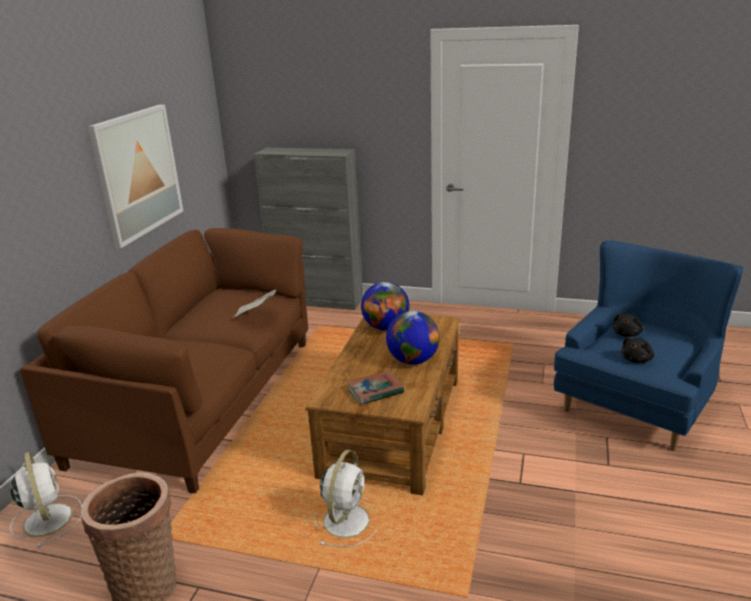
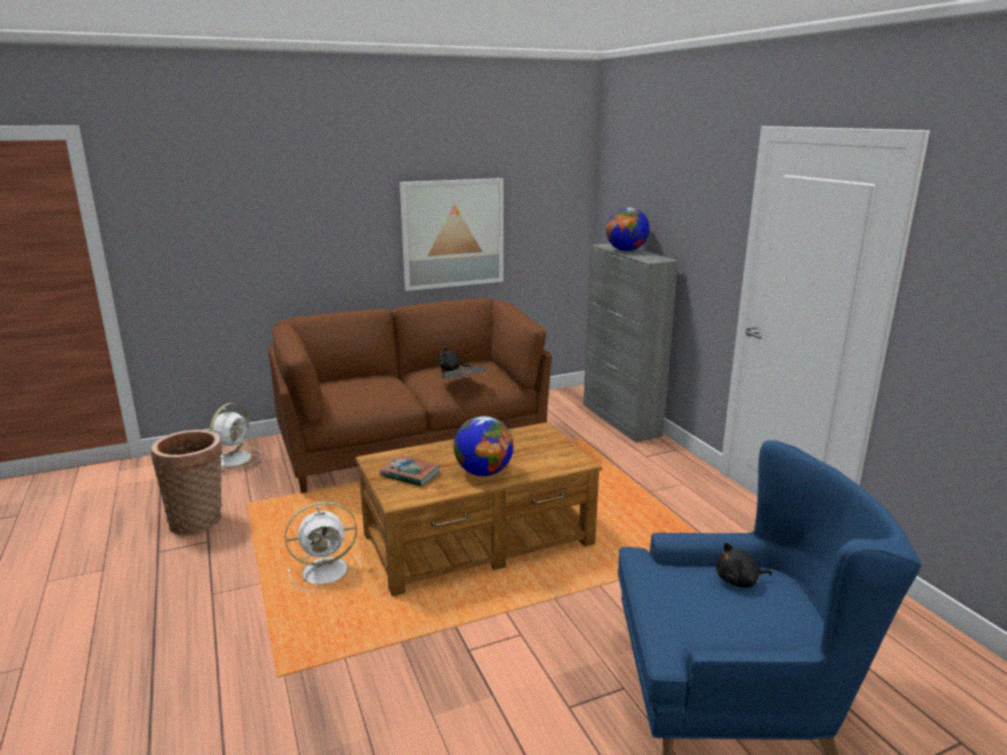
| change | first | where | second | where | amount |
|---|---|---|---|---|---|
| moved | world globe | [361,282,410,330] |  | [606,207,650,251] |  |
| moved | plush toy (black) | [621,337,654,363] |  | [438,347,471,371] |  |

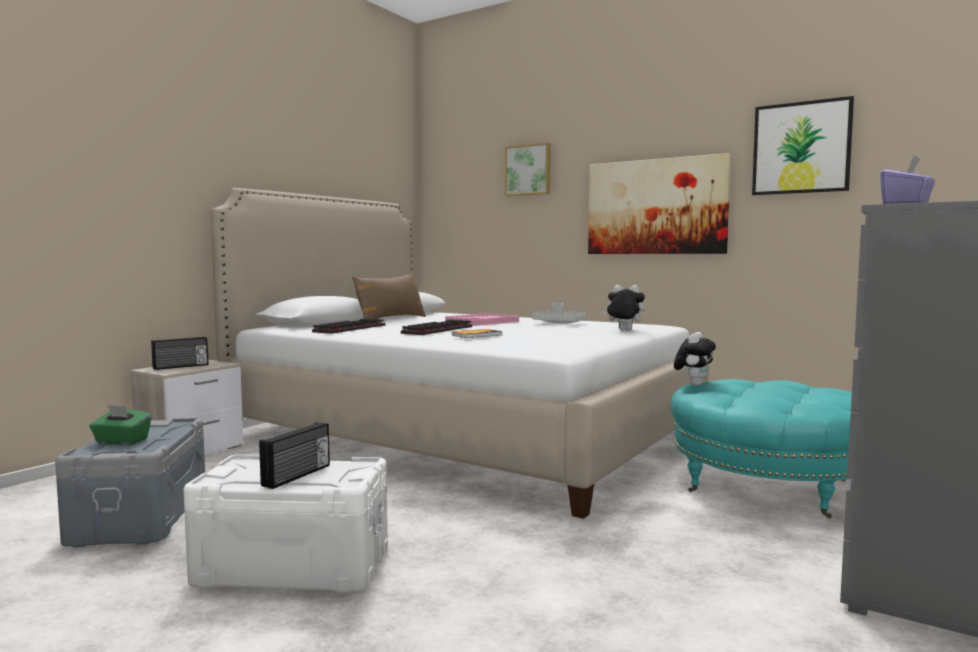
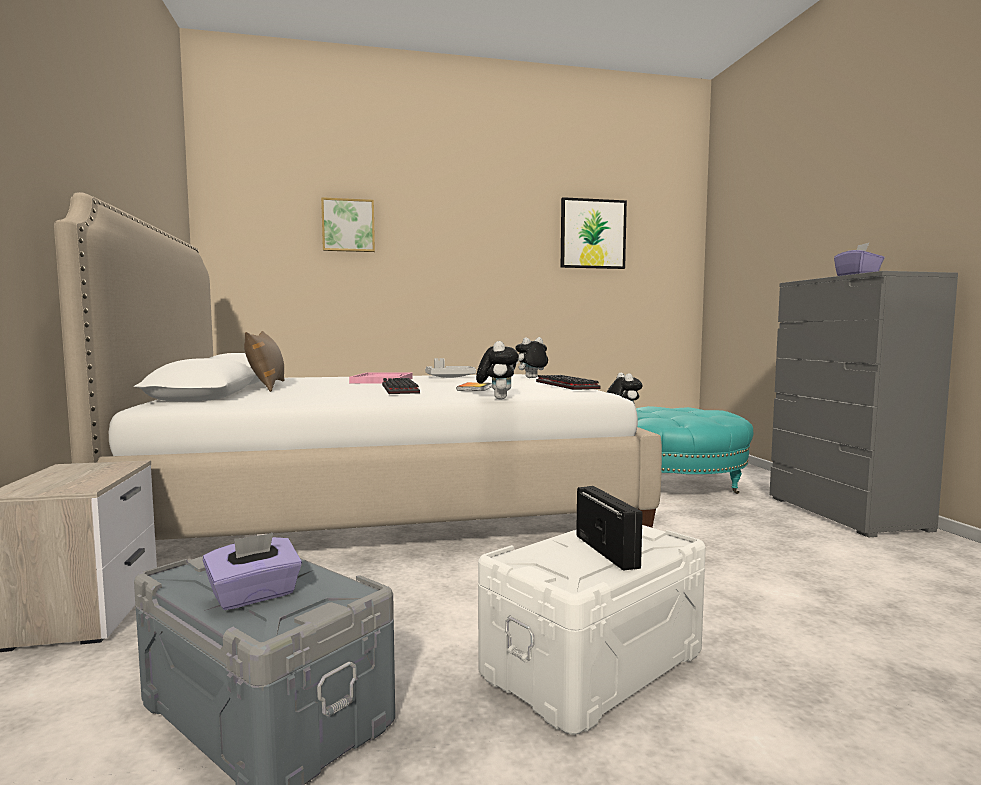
| change | first | where | second | where | amount |
|---|---|---|---|---|---|
| removed | wall picture | [588,153,731,254] |  |  |  |
| moved | computer keyboard | [312,318,385,334] |  | [536,375,601,390] |  |
| removed | radio | [151,337,209,370] |  |  |  |
| recoloured | tissue box (greenish) | [89,405,152,445] | tissue box (purplish) | [203,533,302,610] |  |
| added |  |  | plush toy | [476,341,519,399] |  |

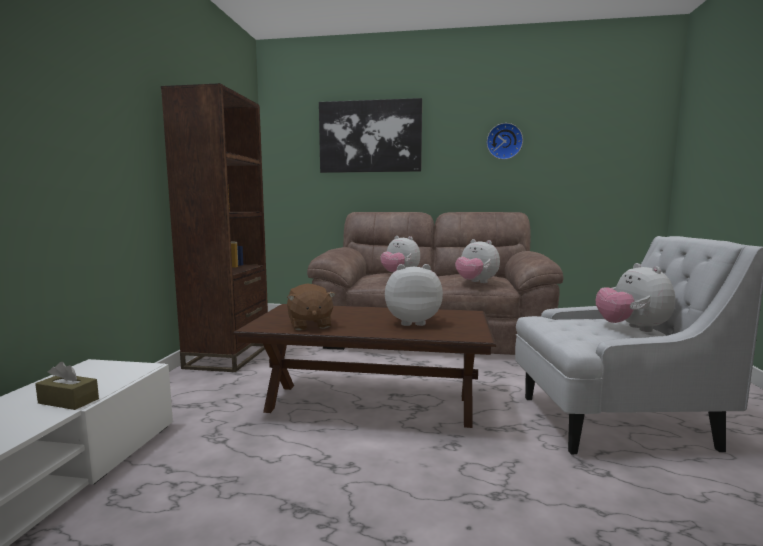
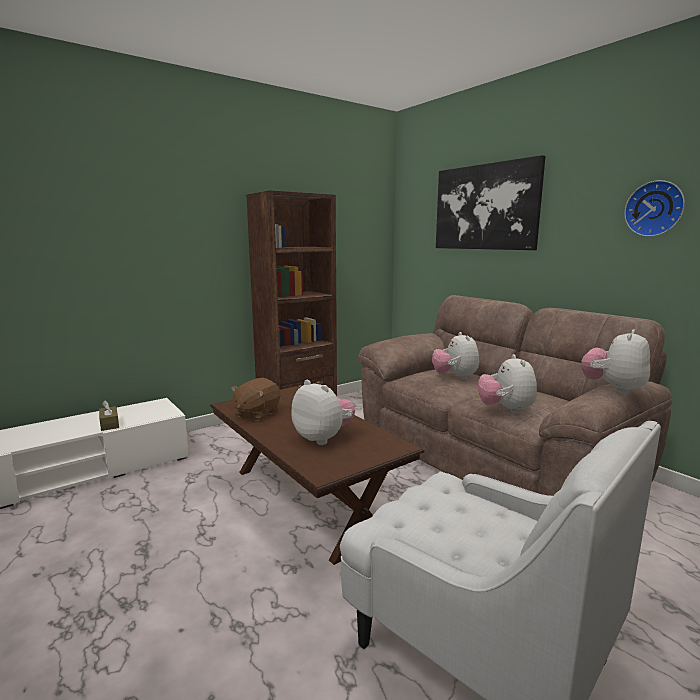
| change | first | where | second | where | amount |
|---|---|---|---|---|---|
| moved | plush toy | [596,263,675,332] |  | [581,329,650,394] |  |

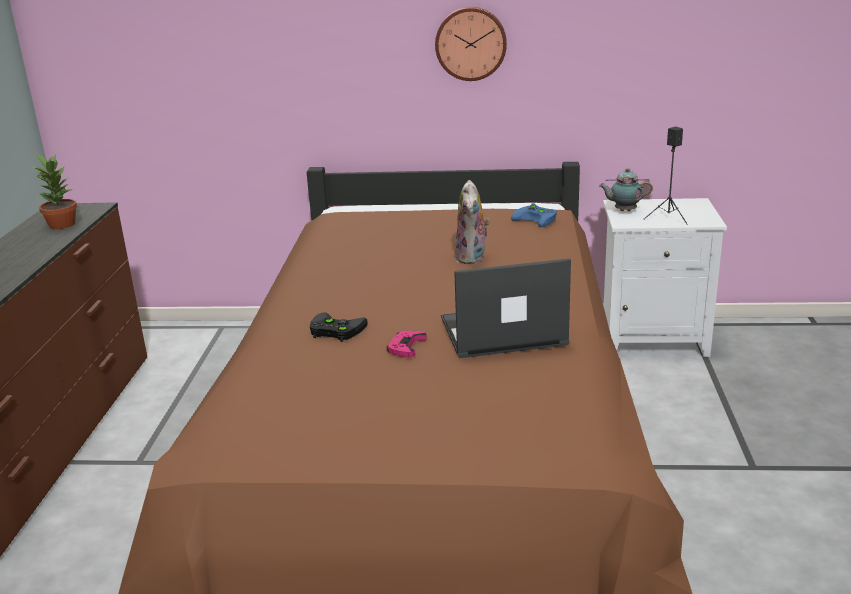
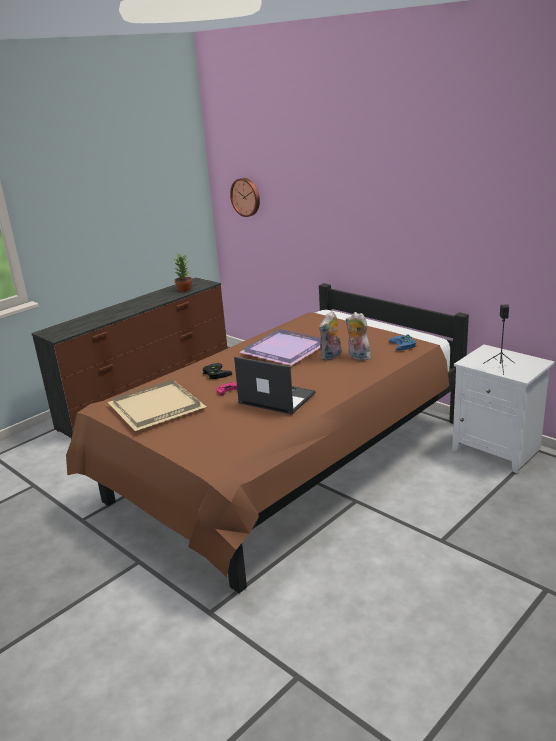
| change | first | where | second | where | amount |
|---|---|---|---|---|---|
| moved | hanging clock | [435,7,507,81] |  | [230,178,260,217] |  |
| removed | pot for tea | [599,168,653,211] |  |  |  |
| added |  |  | plush toy | [345,312,372,361] |  |
| added |  |  | carrying tray (purplish) | [239,329,321,366] |  |
| added |  |  | carrying tray (sand-coloured) | [108,380,206,431] |  |

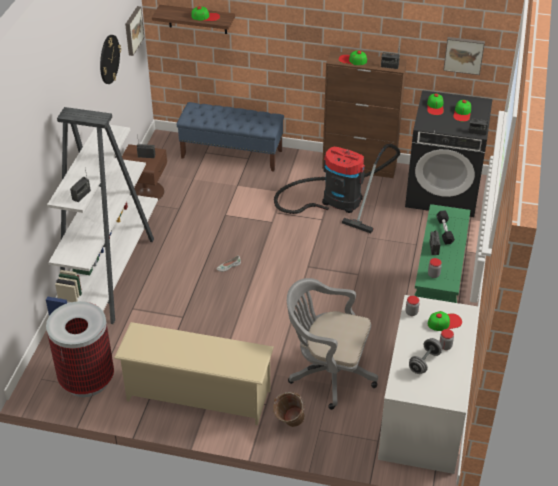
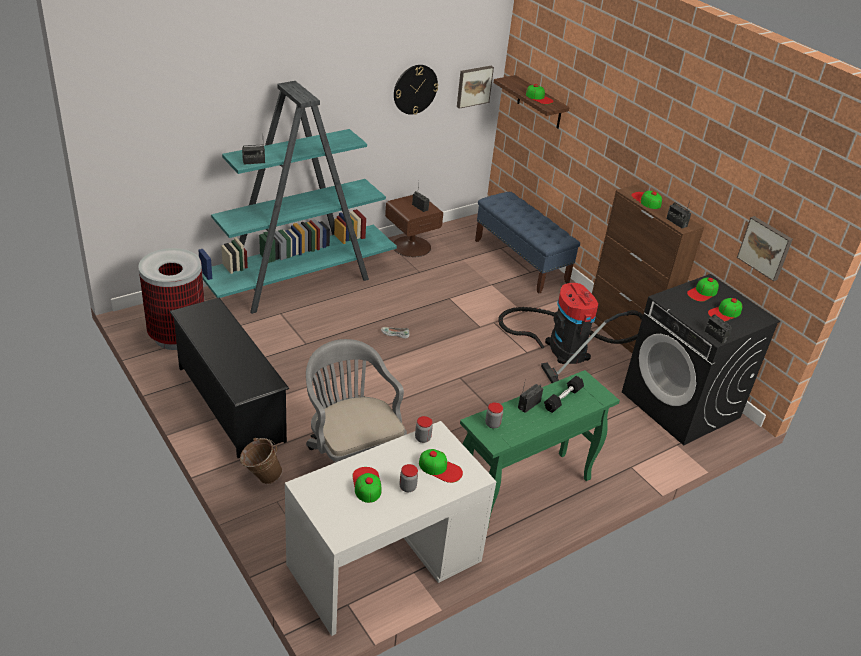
| change | first | where | second | where | amount |
|---|---|---|---|---|---|
| recoloured | bookcase (white) | [46,107,158,324] | bookcase (turquoise) | [198,81,397,314] |  |
| recoloured | shoe shelf (sand-coloured) | [114,322,274,425] | shoe shelf (black) | [169,298,289,458] |  |
| replaced | dumbbell (gray) | [409,338,442,374] | peaked cap | [352,467,381,503] |  |

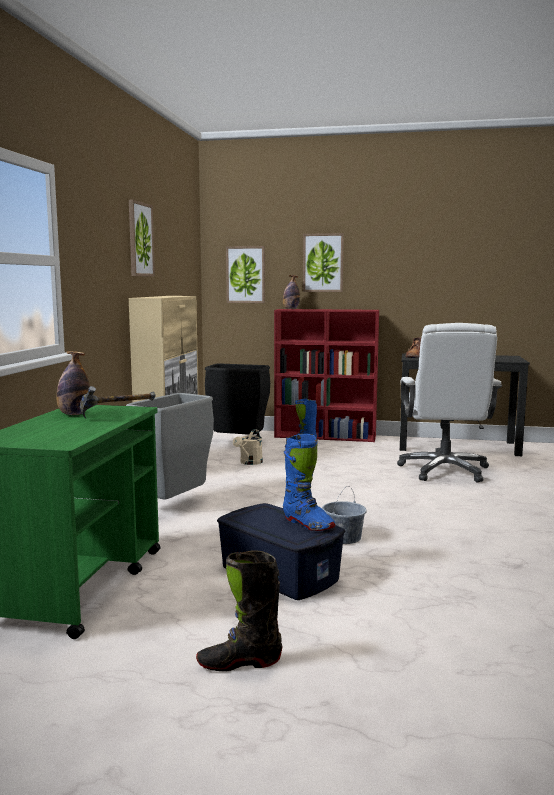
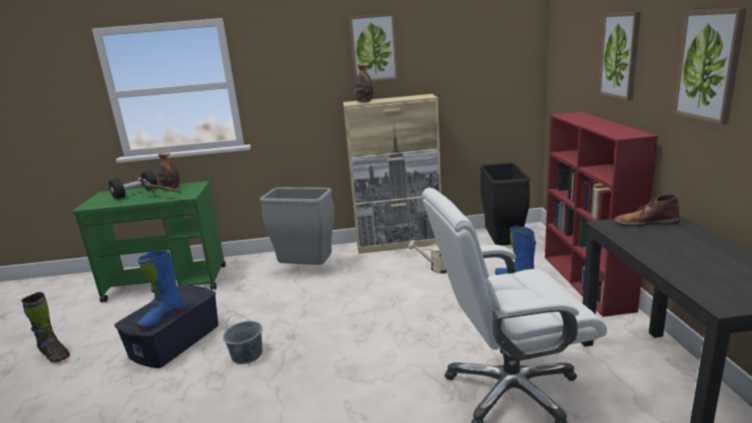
| change | first | where | second | where | amount |
|---|---|---|---|---|---|
| moved | wall picture | [226,246,265,303] |  | [673,8,747,125] |  |
| moved | bottle | [283,275,300,309] |  | [354,63,373,102] |  |
| turned | high-top boot (black) | [196,551,282,671] |  | [21,292,70,362] | 150 degrees clockwise |
| added |  |  | dumbbell (black) | [109,170,158,199] |  |

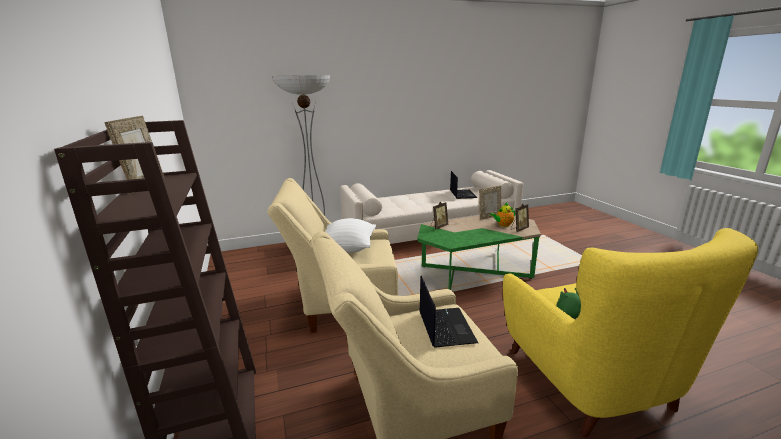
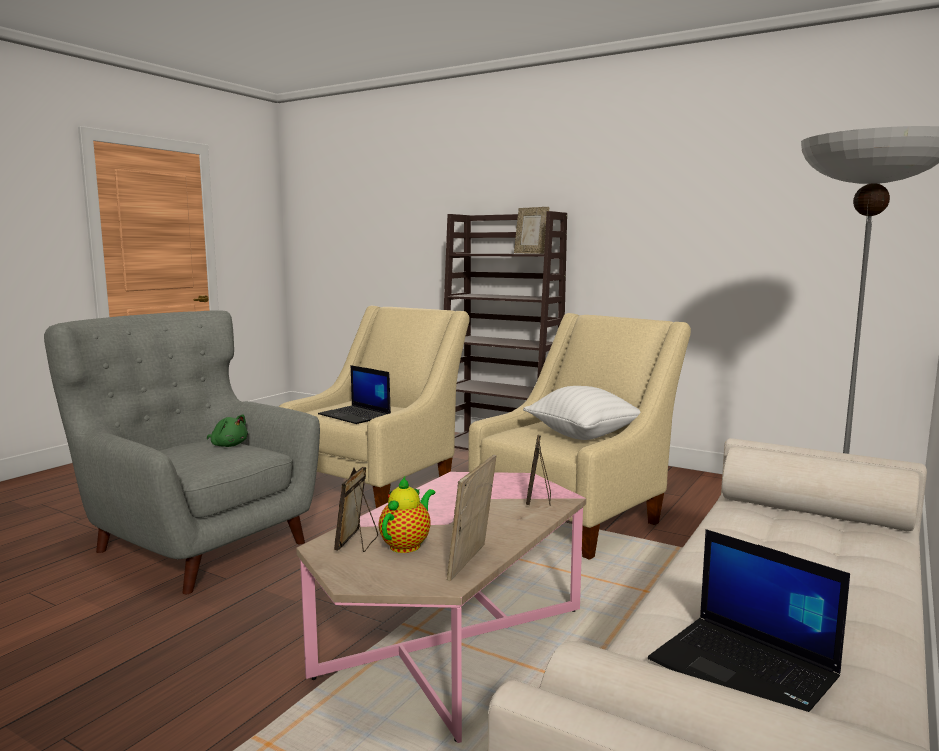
| change | first | where | second | where | amount |
|---|---|---|---|---|---|
| recoloured | lounge table (greenish) | [417,216,541,290] | lounge table (pink) | [296,472,586,743] |  |
| recoloured | lounge chair (yellow-coloured) | [503,228,758,437] | lounge chair (gray) | [44,311,320,594] |  |

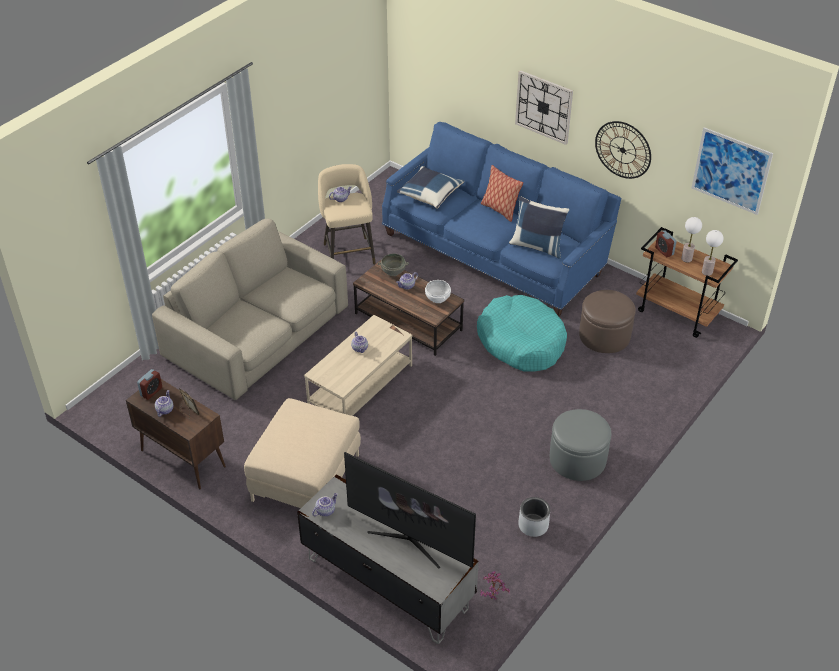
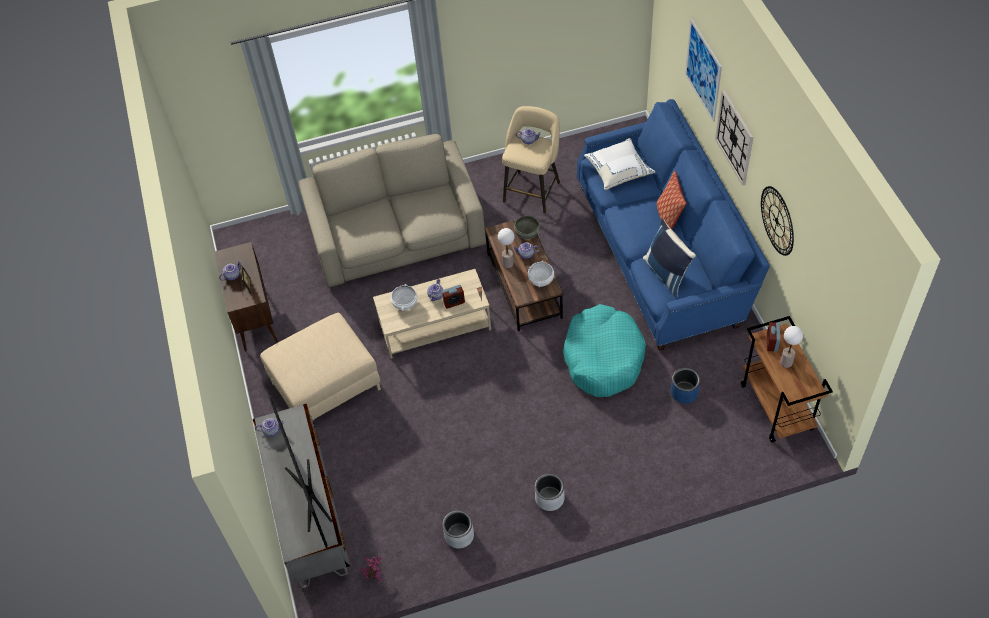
| change | first | where | second | where | amount |
|---|---|---|---|---|---|
| moved | wall picture | [692,127,773,215] |  | [685,19,722,122] |  |
| recoloured | pillow (blue) | [397,166,465,209] | pillow (white) | [584,138,655,190] |  |
| moved | table lamp | [702,230,723,276] |  | [498,228,515,268] |  |
| replaced | pouffe (brownish) | [579,290,636,353] | plant pot (blue) | [671,368,700,404] |  |
| moved | alarm clock | [137,369,162,400] |  | [442,285,465,309] |  |
| replaced | pouffe (gray) | [550,409,611,481] | plant pot (gray) | [535,474,565,511] |  |
| added |  |  | serving bowl (white) | [391,284,417,311] |  |

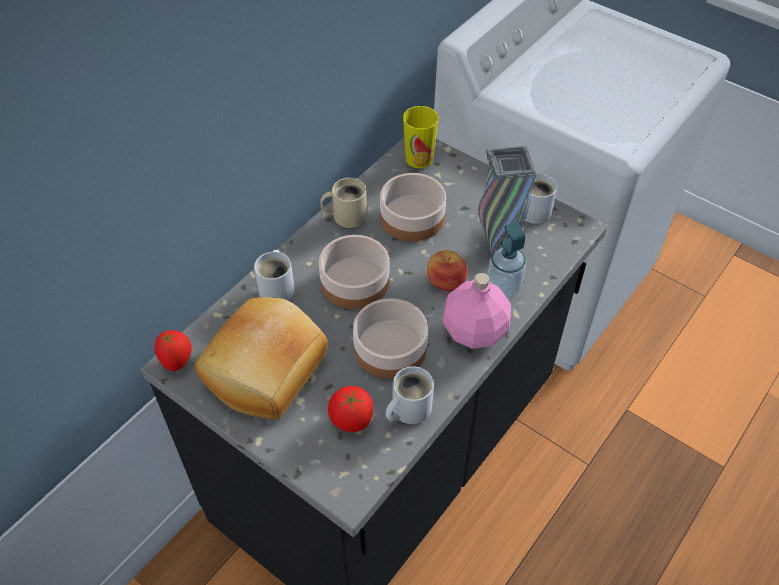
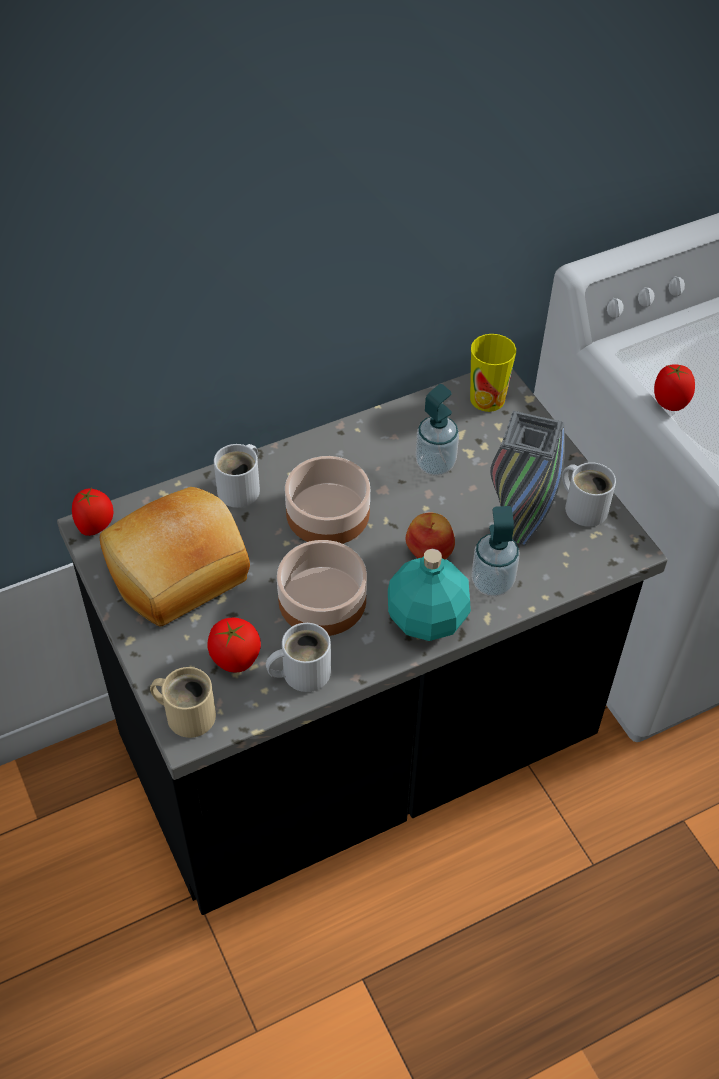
| change | first | where | second | where | amount |
|---|---|---|---|---|---|
| replaced | serving bowl | [380,173,446,241] | soap bottle | [415,384,459,476] |  |
| moved | tea mug (sand-coloured) | [320,178,367,228] |  | [150,667,216,738] |  |
| recoloured | bottle (pink) | [443,273,511,349] | bottle (turquoise) | [388,549,471,641] |  |
| added |  |  | tomato | [654,364,695,411] |  |

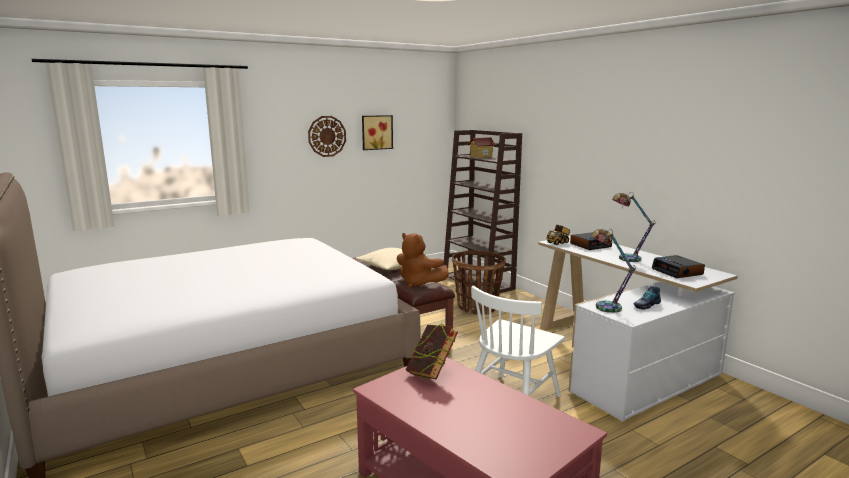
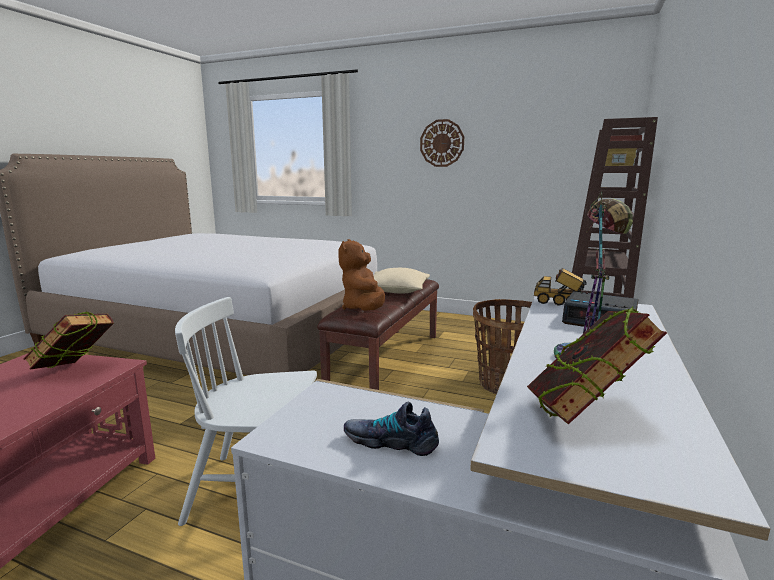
| change | first | where | second | where | amount |
|---|---|---|---|---|---|
| removed | wall picture | [362,115,393,150] |  |  |  |
| removed | table lamp | [591,229,636,313] |  |  |  |
| replaced | alarm clock | [652,255,705,278] | bound book | [527,307,667,424] |  |

